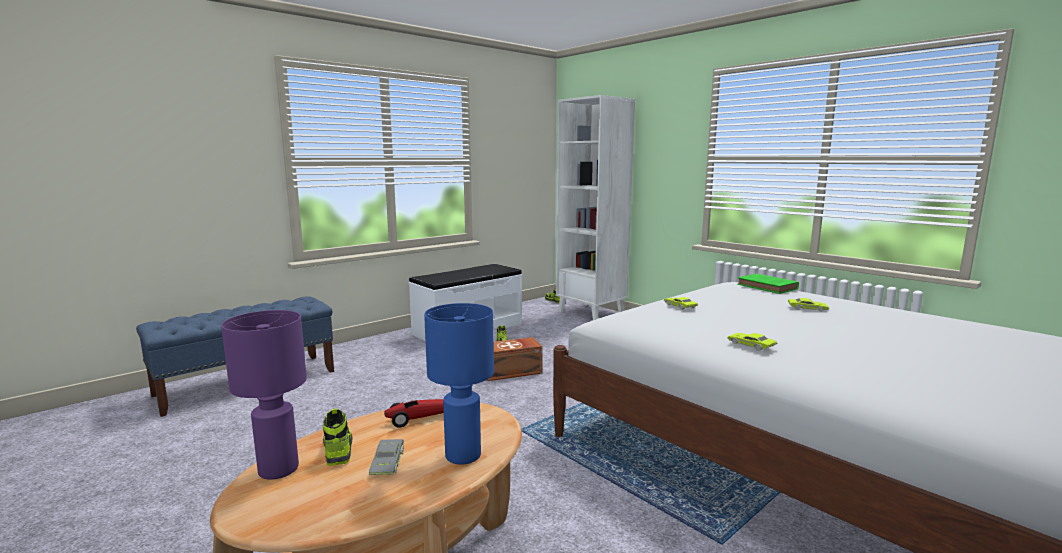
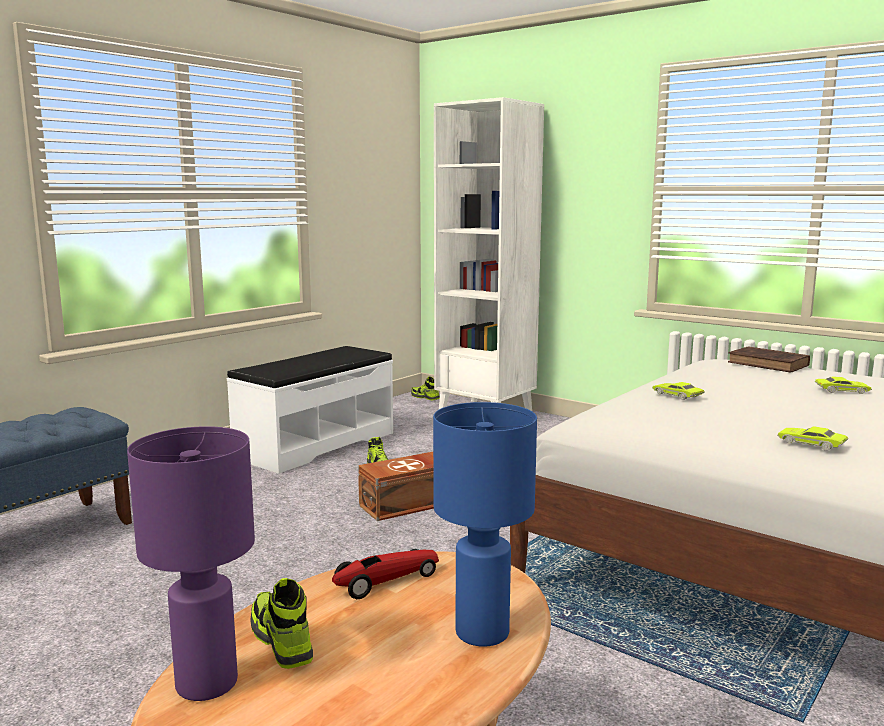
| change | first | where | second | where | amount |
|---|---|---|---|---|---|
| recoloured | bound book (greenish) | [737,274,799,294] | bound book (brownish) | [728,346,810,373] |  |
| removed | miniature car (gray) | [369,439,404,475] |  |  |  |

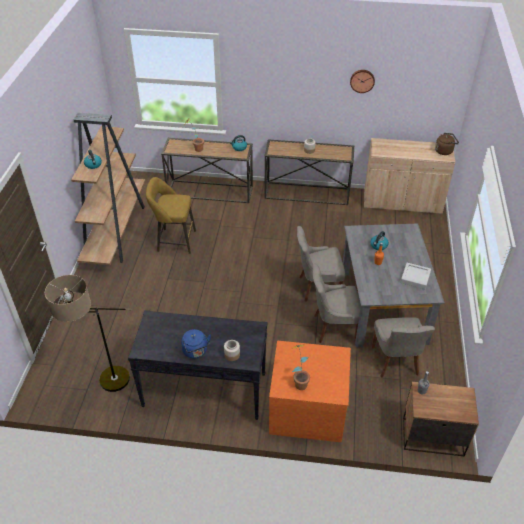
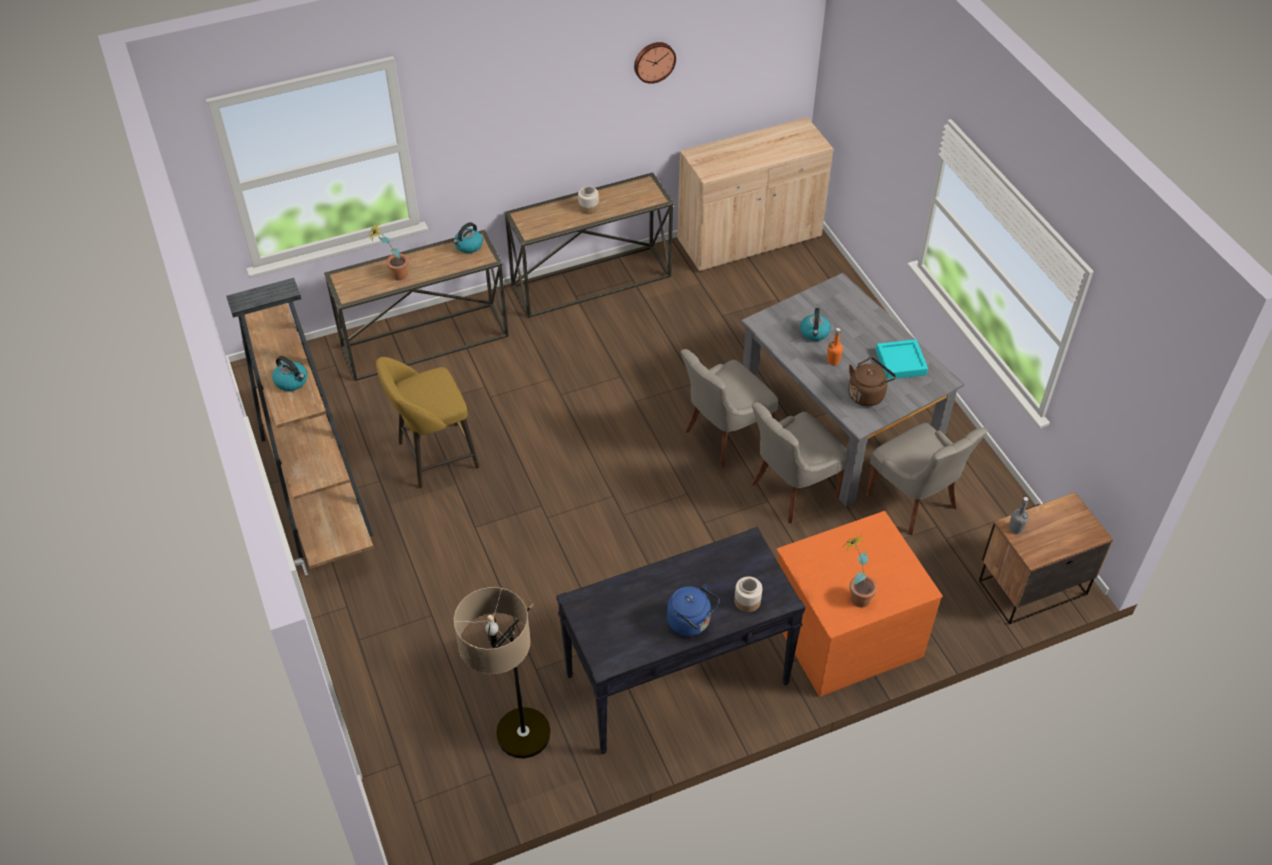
| change | first | where | second | where | amount |
|---|---|---|---|---|---|
| moved | tea kettle (brownish) | [435,133,459,155] |  | [849,357,896,406] |  |
| recoloured | carrying tray (gray) | [400,263,431,289] | carrying tray (turquoise) | [876,339,928,379] |  |

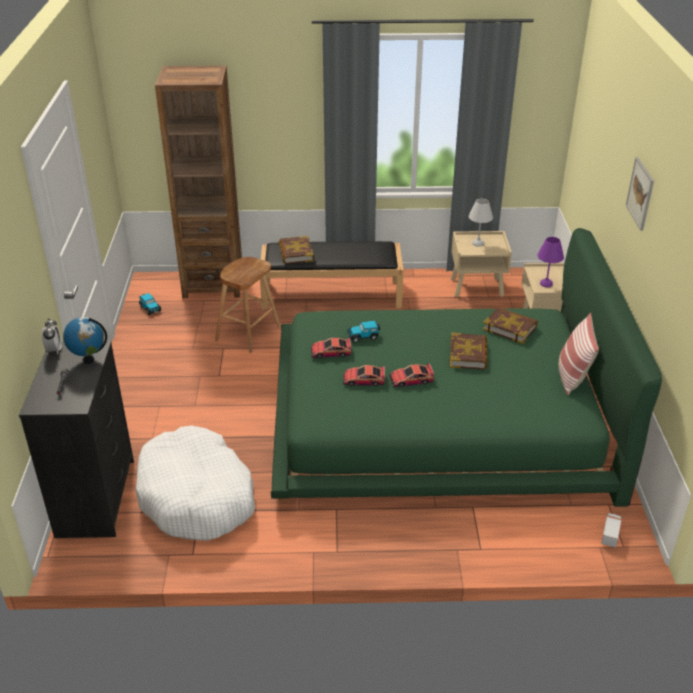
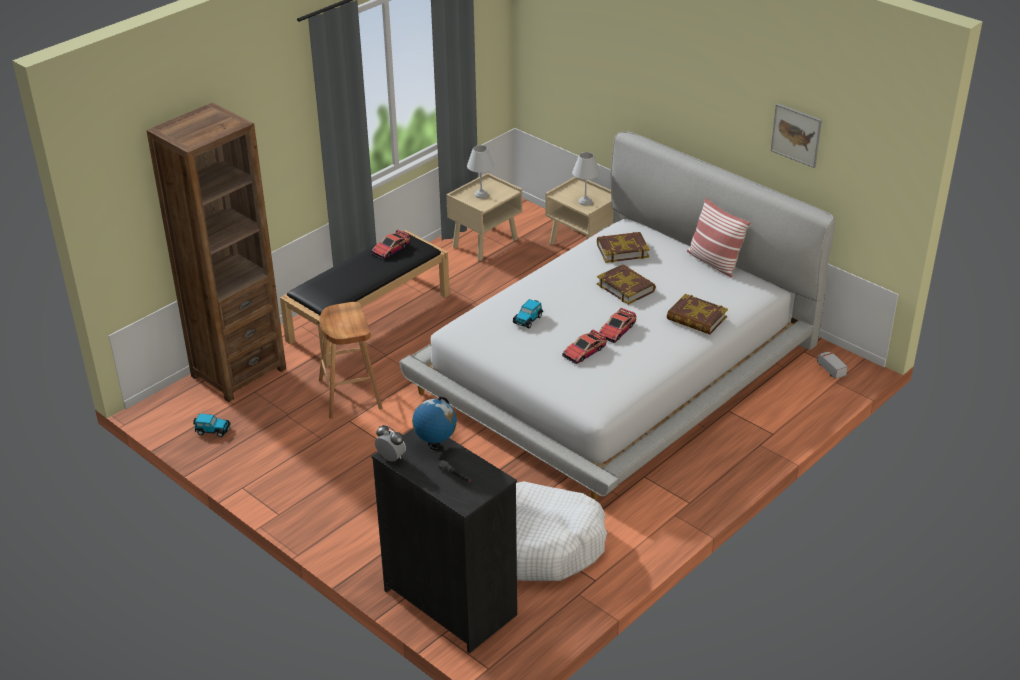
| change | first | where | second | where | amount |
|---|---|---|---|---|---|
| moved | wall picture | [626,157,654,231] |  | [771,104,822,168] |  |
| recoloured | bed (greenish) | [271,228,662,507] | bed (white) | [399,132,835,500] |  |
| moved | bound book | [279,236,314,264] |  | [667,294,728,334] |  |
| recoloured | table lamp (purplish) | [537,237,564,287] | table lamp (white) | [572,152,600,206] |  |
| moved | miniature car | [311,338,351,358] |  | [371,230,410,259] |  |

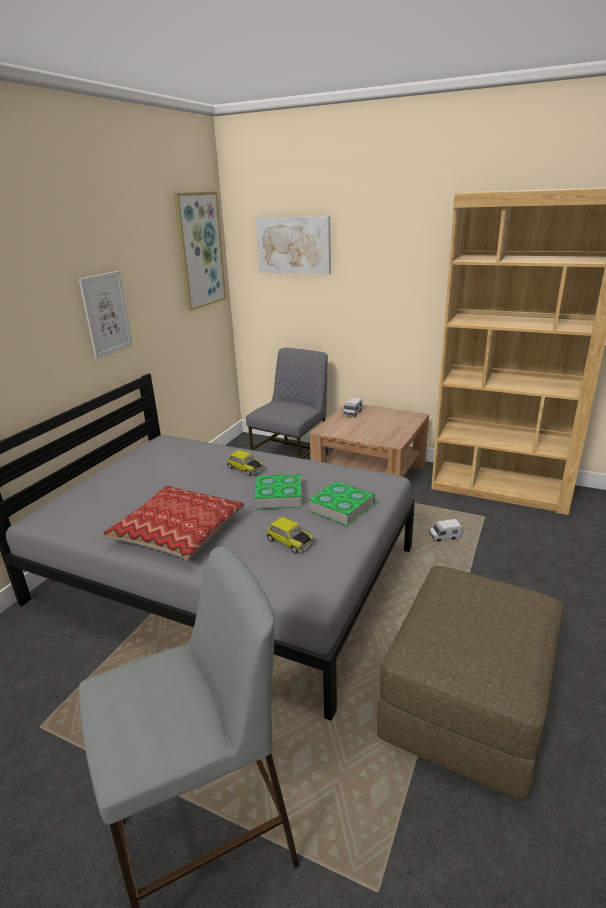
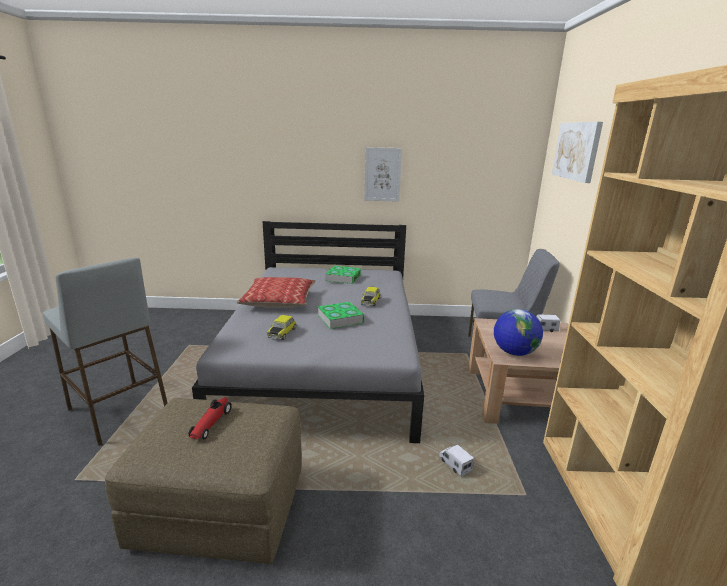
| change | first | where | second | where | amount |
|---|---|---|---|---|---|
| removed | wall picture | [174,191,226,311] |  |  |  |
| moved | bound book | [308,481,375,526] |  | [325,266,361,284] |  |
| added |  |  | world globe | [494,309,543,356] |  |
| added |  |  | miniature car | [189,397,232,439] |  |

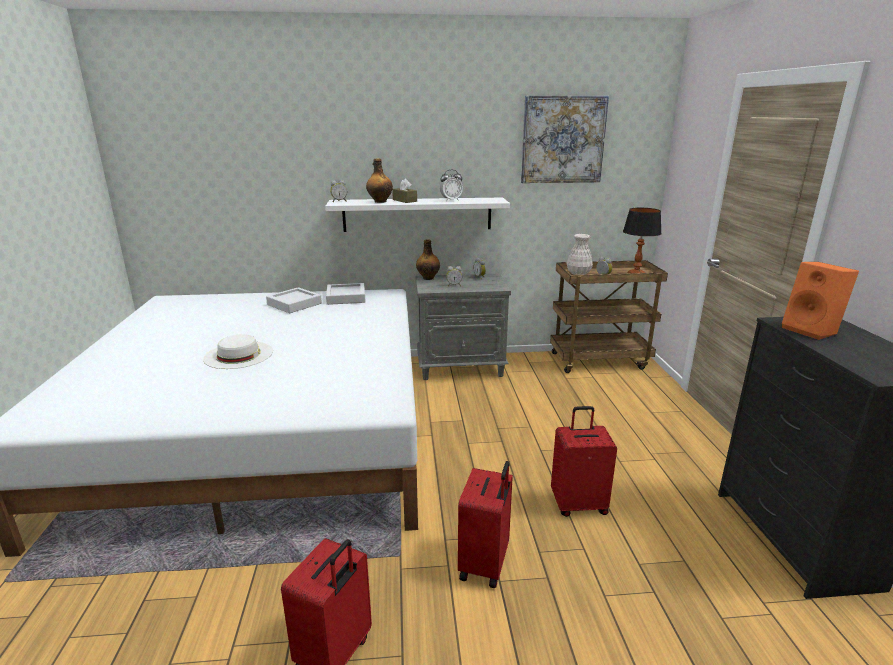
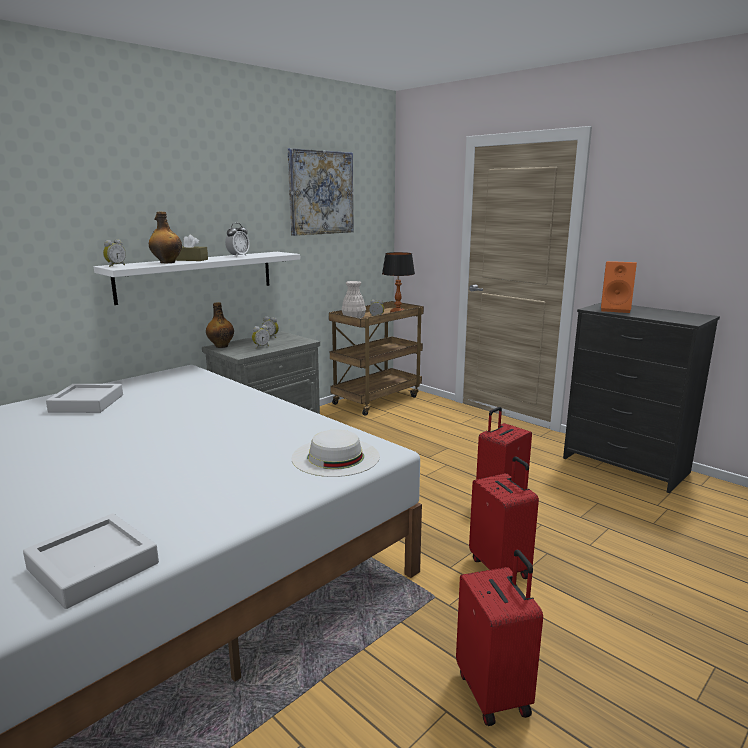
| change | first | where | second | where | amount |
|---|---|---|---|---|---|
| moved | carrying tray (gray) | [326,283,366,305] |  | [23,513,159,609] |  |
| moved | hat (white) | [203,335,273,369] |  | [292,429,380,477] |  |

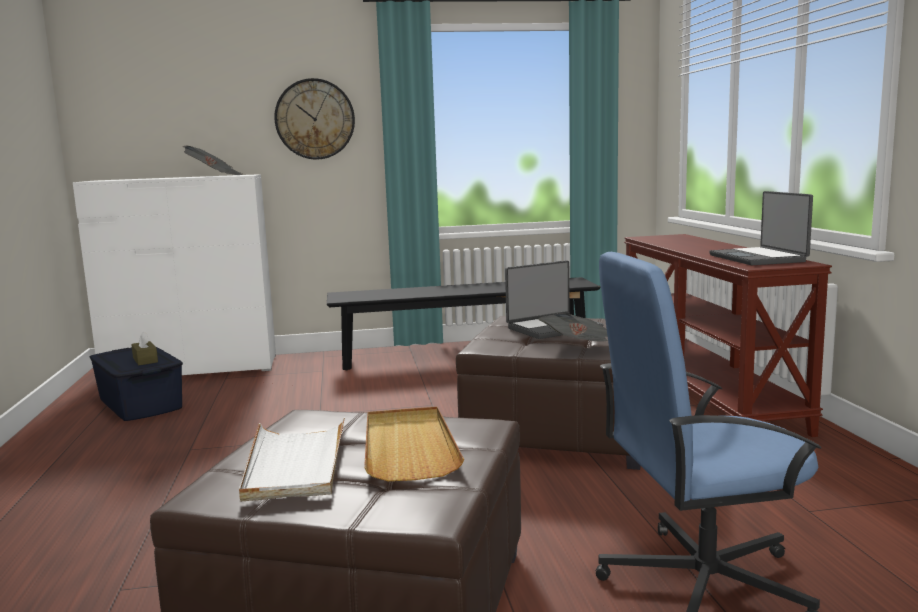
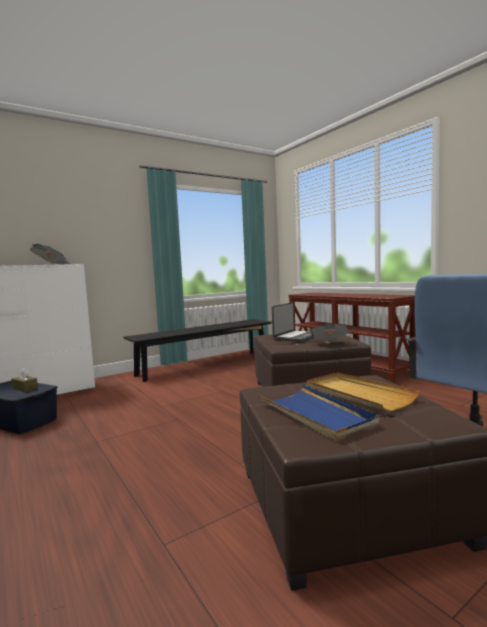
| change | first | where | second | where | amount |
|---|---|---|---|---|---|
| removed | hanging clock | [274,78,355,159] |  |  |  |
| removed | portable computer | [709,191,813,265] |  |  |  |
| recoloured | carrying tray (white) | [239,417,345,501] | carrying tray (blue) | [259,384,379,440] |  |

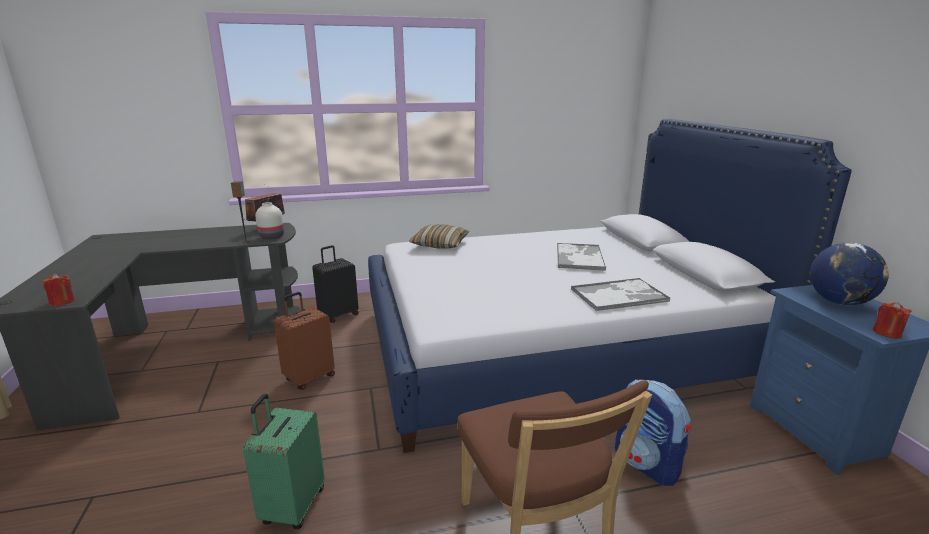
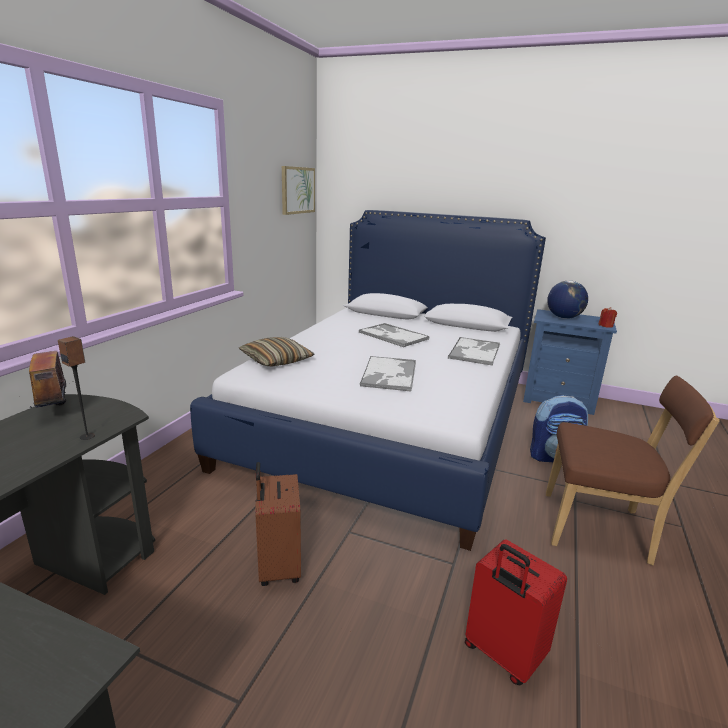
| change | first | where | second | where | amount |
|---|---|---|---|---|---|
| removed | decorative vase (white) | [255,202,284,240] |  |  |  |
| removed | piece of luggage (black) | [312,245,359,323] |  |  |  |
| removed | wax candle (reddish) | [43,273,75,306] |  |  |  |
| recoloured | piece of luggage (greenish) | [243,394,324,529] | piece of luggage (reddish) | [465,539,567,685] |  |
| added |  |  | wall picture | [282,166,315,215] |  |
| added |  |  | carrying tray | [359,356,416,391] |  |

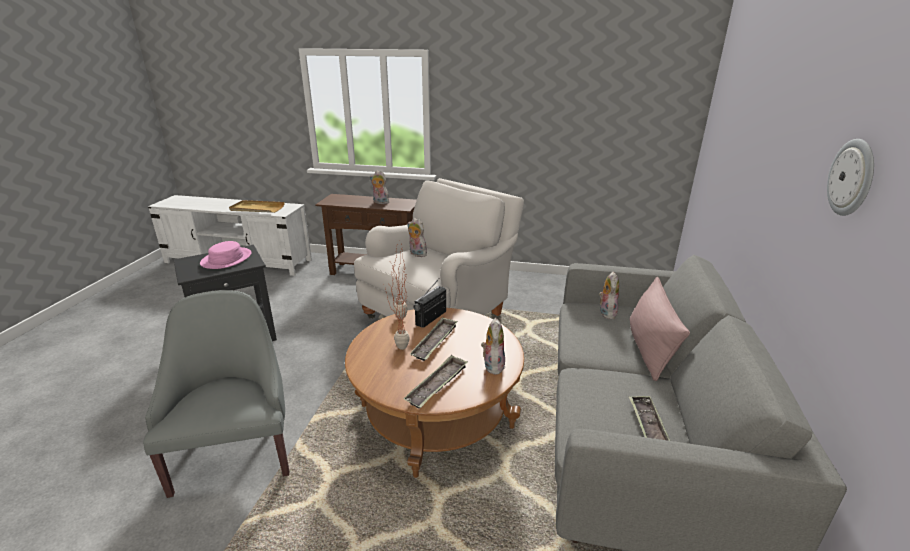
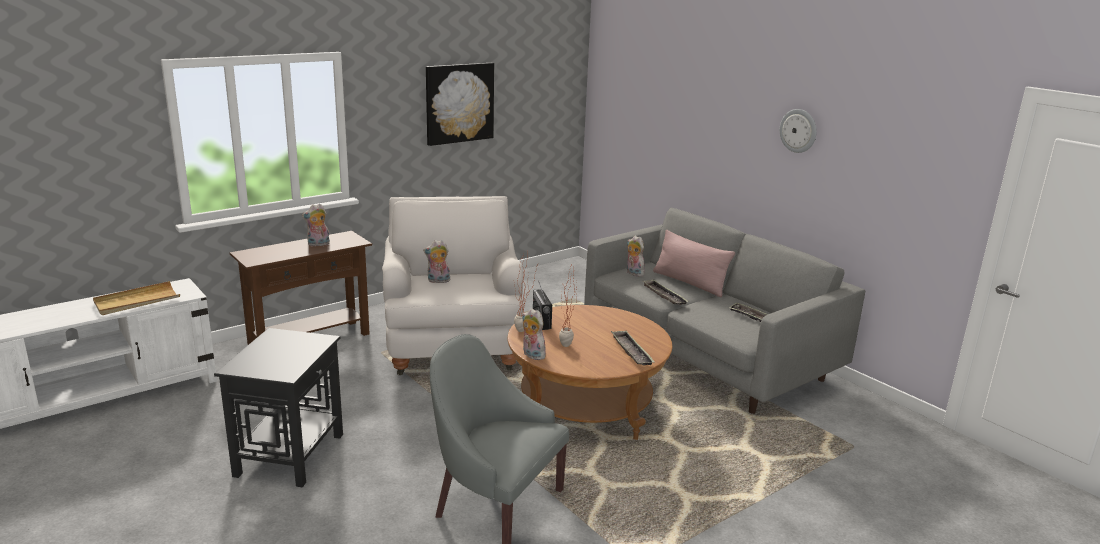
| change | first | where | second | where | amount |
|---|---|---|---|---|---|
| removed | hat (pink) | [200,241,251,269] |  |  |  |
| moved | carrying tray | [410,317,458,361] |  | [642,280,689,305] |  |
| moved | plush toy | [481,318,505,375] |  | [522,308,546,360] |  |
| added |  |  | wall picture | [426,63,494,146] |  |

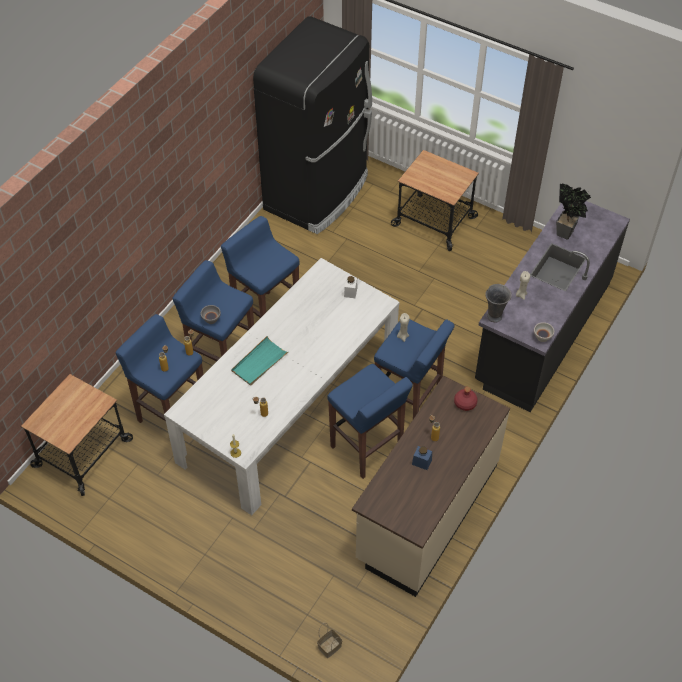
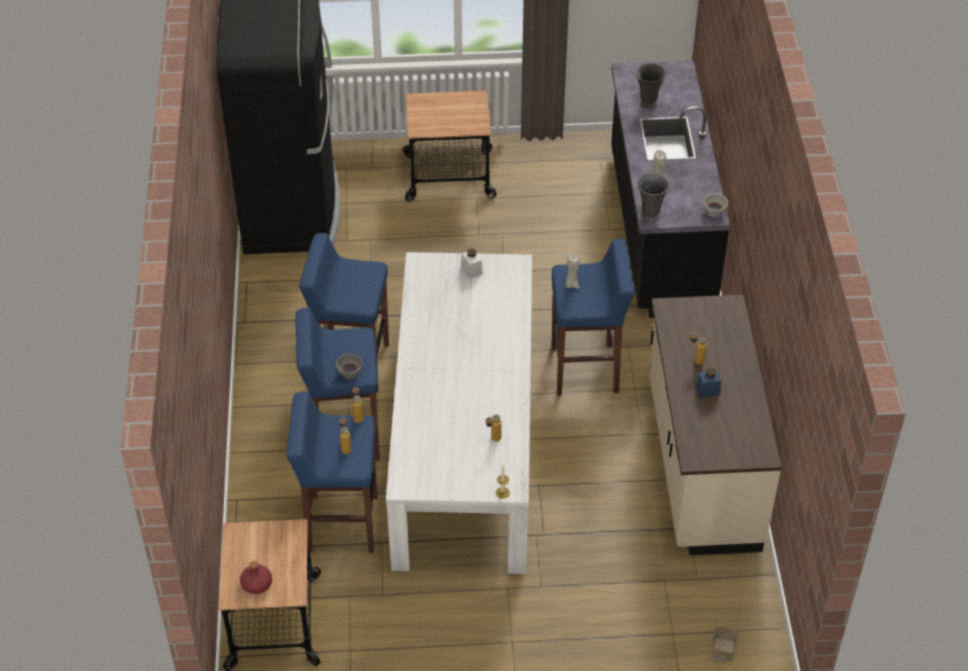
| change | first | where | second | where | amount |
|---|---|---|---|---|---|
| replaced | potted plant | [556,184,591,240] | decorative vase (gray) | [636,63,666,109] |  |
| removed | carrying tray (turquoise) | [231,336,288,386] |  |  |  |
| removed | sitting stool (blue) | [327,364,413,479] |  |  |  |
| moved | bottle (reddish) | [454,387,478,411] |  | [240,561,272,594] |  |

